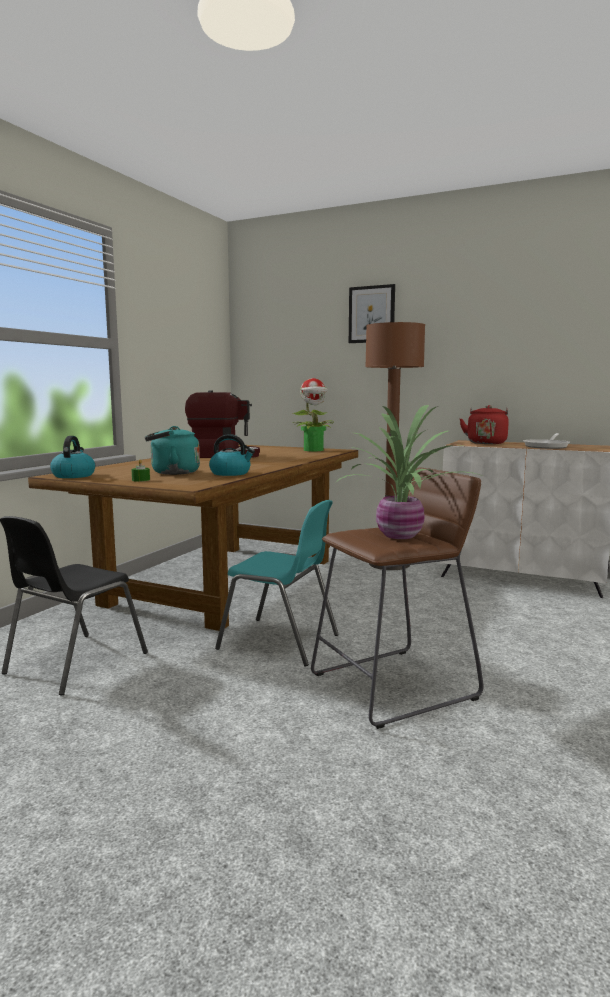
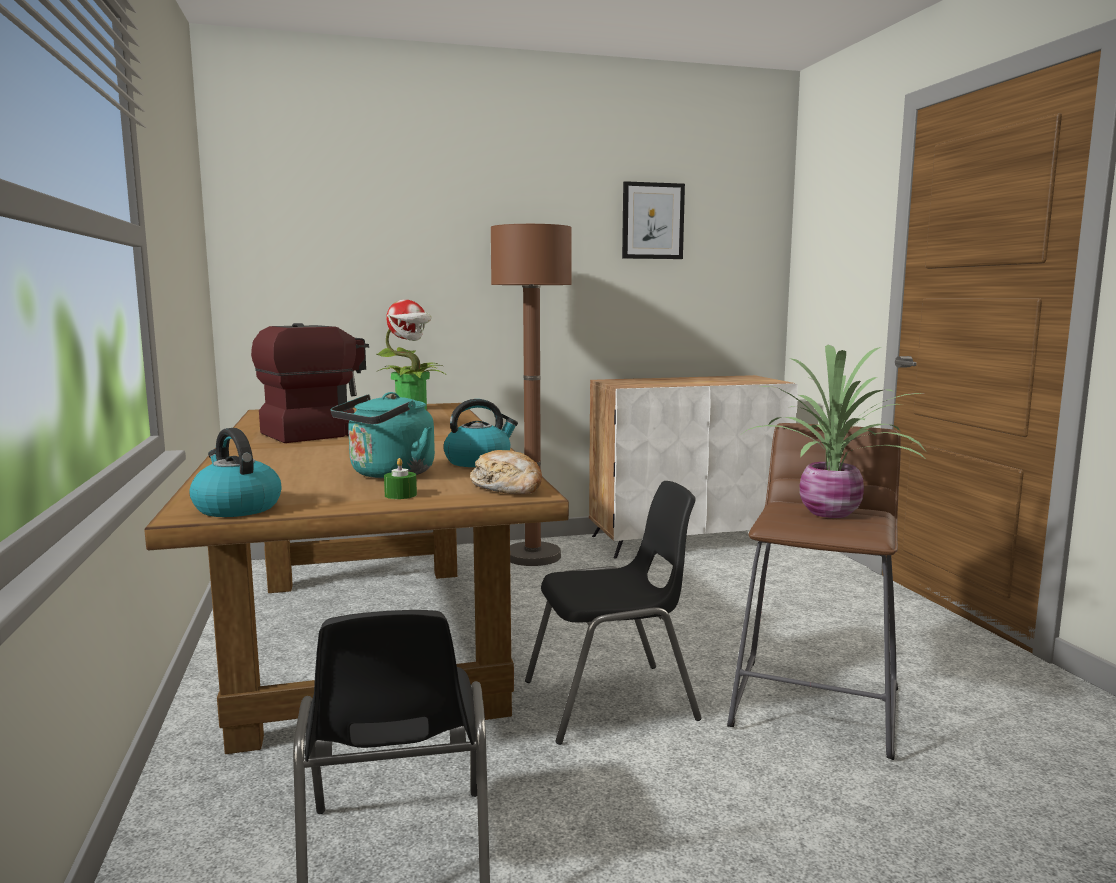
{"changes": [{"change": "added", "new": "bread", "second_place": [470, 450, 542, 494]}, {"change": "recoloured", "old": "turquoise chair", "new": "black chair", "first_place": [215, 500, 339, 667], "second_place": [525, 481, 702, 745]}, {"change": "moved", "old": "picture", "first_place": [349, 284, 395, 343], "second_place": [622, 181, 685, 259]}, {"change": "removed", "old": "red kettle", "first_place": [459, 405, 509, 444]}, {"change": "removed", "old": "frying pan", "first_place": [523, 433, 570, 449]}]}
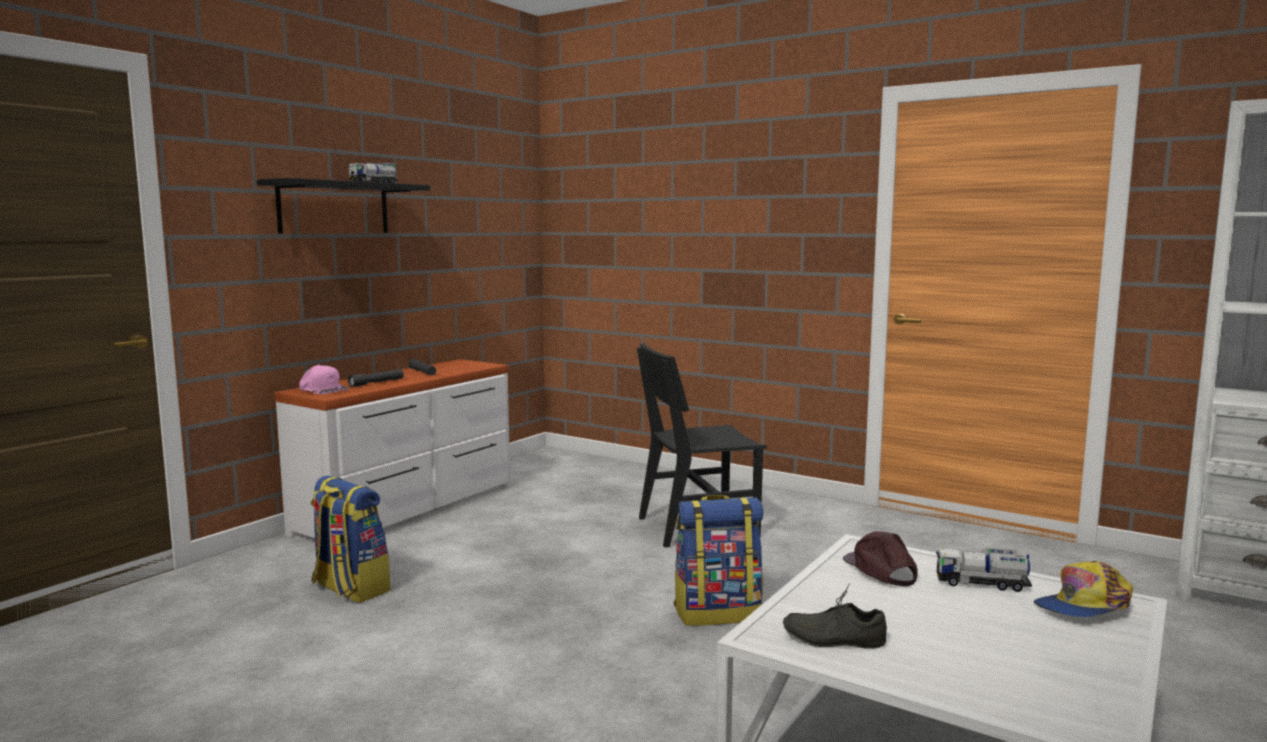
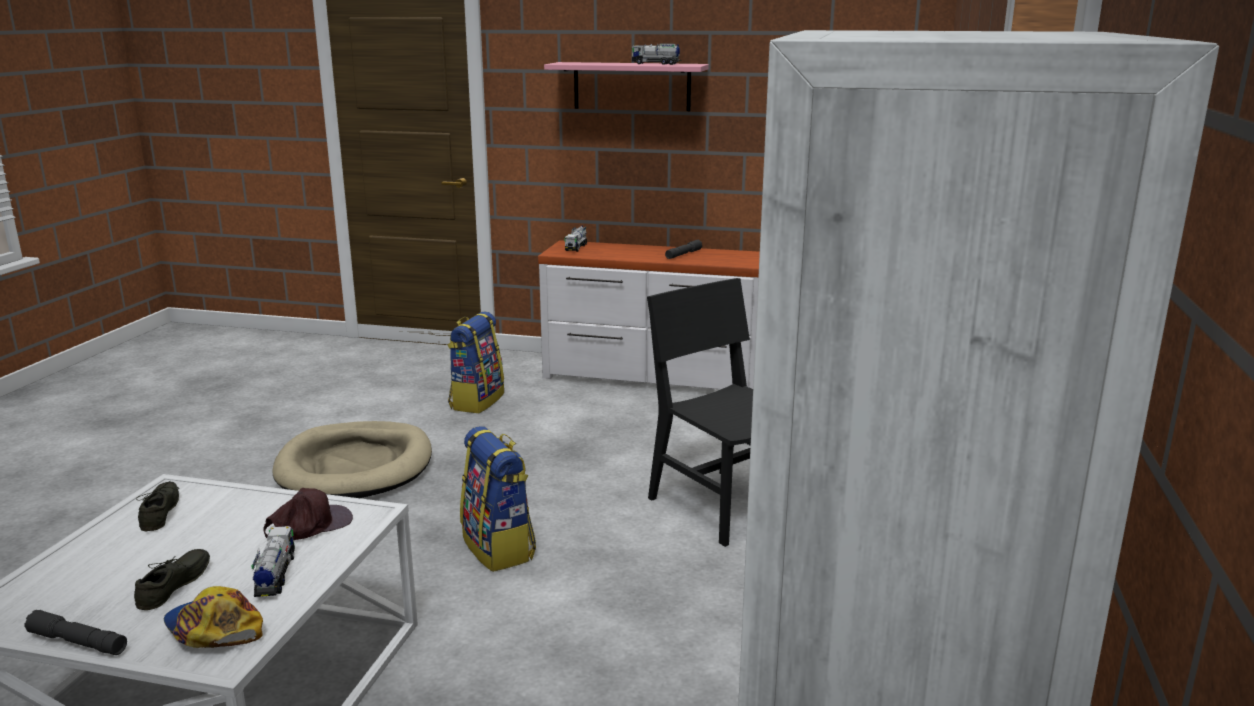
{"changes": [{"change": "moved", "old": "grey flashlight", "first_place": [348, 369, 404, 387], "second_place": [24, 610, 127, 655]}, {"change": "added", "new": "grey shoe", "second_place": [134, 549, 210, 610]}, {"change": "added", "new": "beige dog bed", "second_place": [272, 421, 432, 498]}, {"change": "recoloured", "old": "black shelf", "new": "pink shelf", "first_place": [257, 178, 430, 234], "second_place": [544, 62, 709, 111]}, {"change": "replaced", "old": "pink cap", "new": "toy truck", "first_place": [299, 365, 349, 394], "second_place": [565, 226, 587, 252]}]}
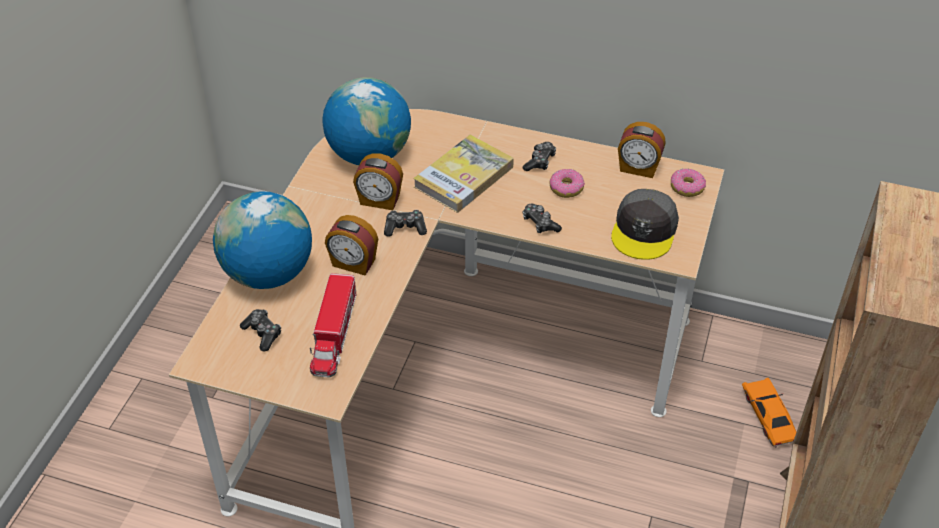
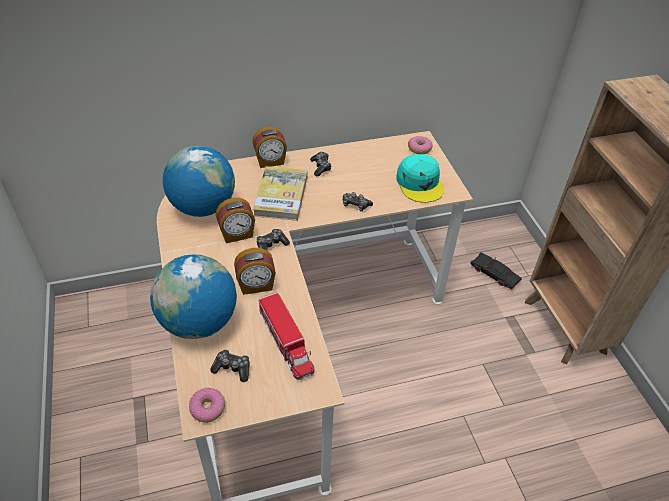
{"changes": [{"change": "moved", "old": "donut", "first_place": [549, 169, 585, 198], "second_place": [189, 388, 225, 423]}, {"change": "moved", "old": "alarm clock", "first_place": [618, 122, 666, 178], "second_place": [253, 127, 287, 168]}, {"change": "recoloured", "old": "grey cap", "new": "turquoise cap", "first_place": [611, 189, 679, 260], "second_place": [396, 154, 444, 203]}, {"change": "recoloured", "old": "orange toy car", "new": "black toy car", "first_place": [742, 378, 796, 447], "second_place": [470, 252, 522, 289]}]}
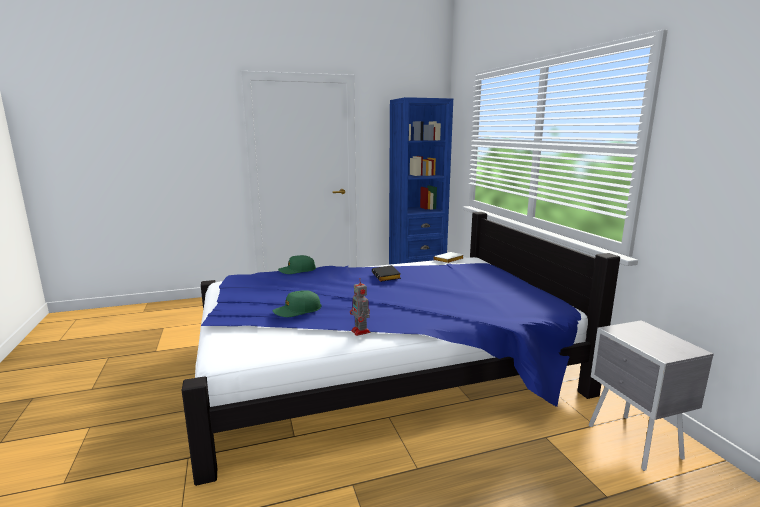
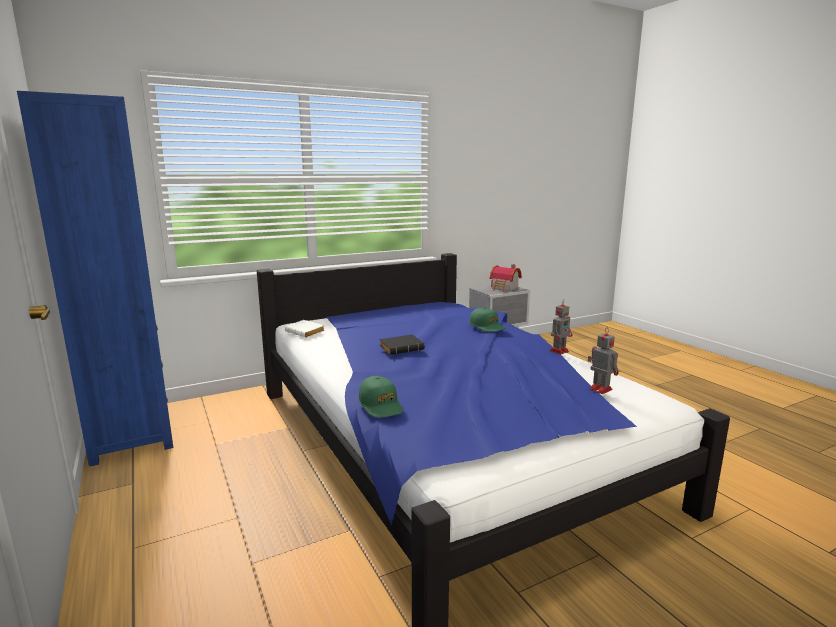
{"changes": [{"change": "moved", "old": "green cap", "first_place": [273, 290, 321, 317], "second_place": [469, 308, 506, 332]}, {"change": "added", "new": "toy house", "second_place": [490, 264, 522, 292]}, {"change": "added", "new": "toy robot", "second_place": [588, 329, 619, 394]}]}
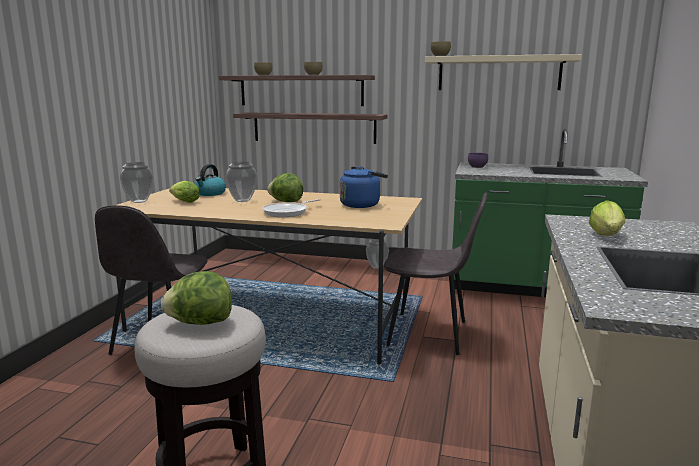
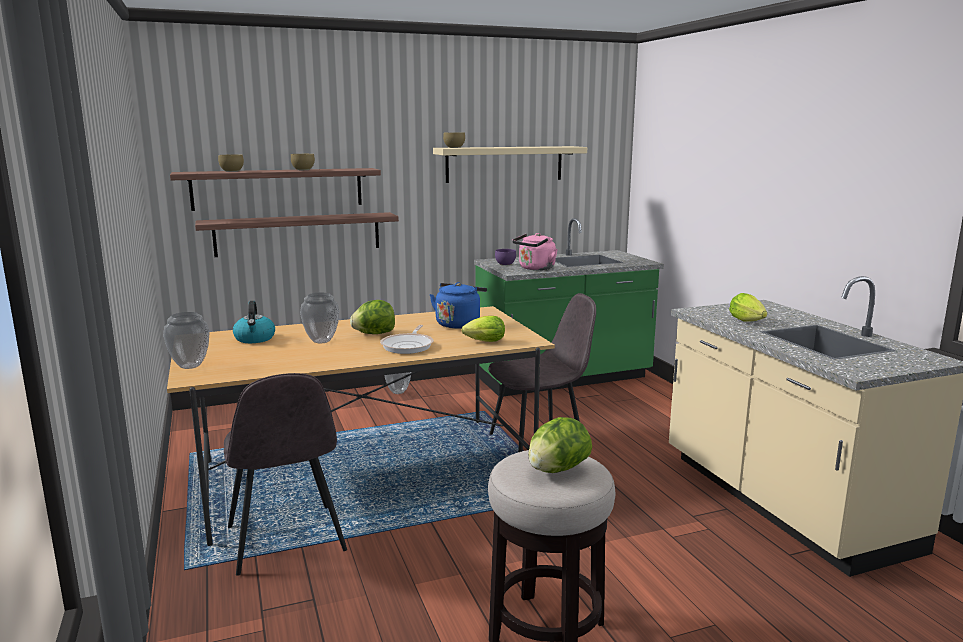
{"changes": [{"change": "moved", "old": "lettuce", "first_place": [169, 181, 200, 203], "second_place": [462, 316, 505, 342]}, {"change": "added", "new": "pink kettle", "second_place": [512, 233, 558, 270]}]}
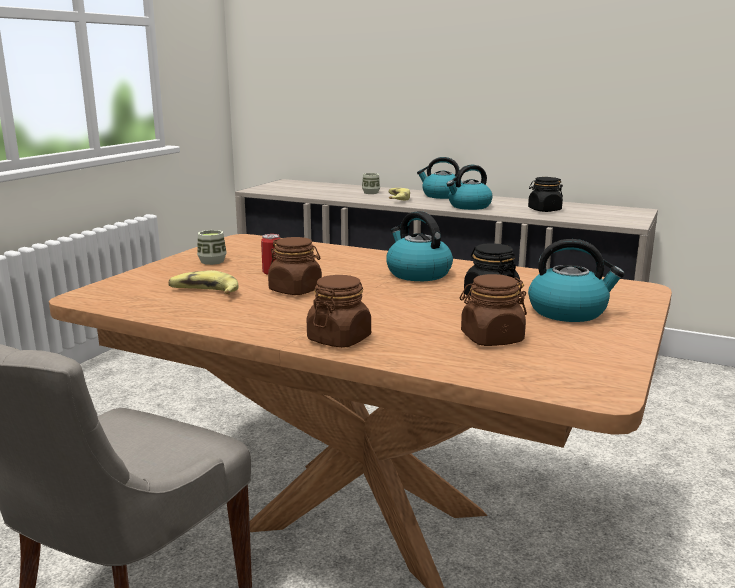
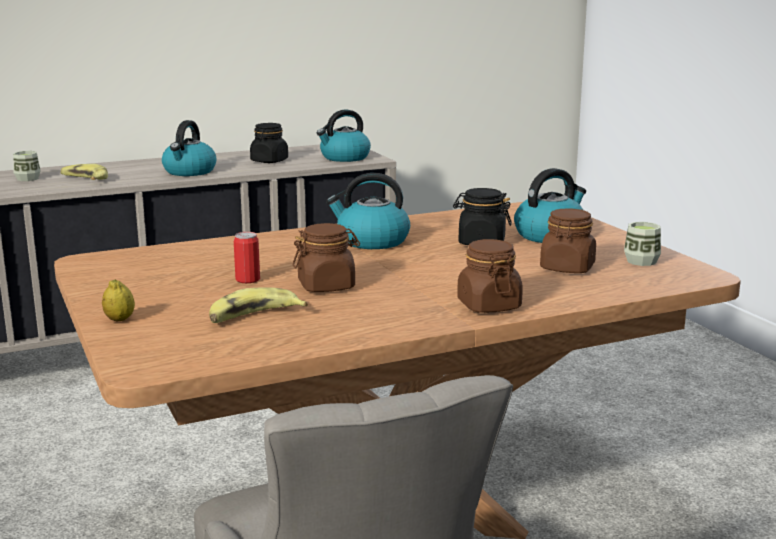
{"changes": [{"change": "added", "new": "lemon", "second_place": [102, 279, 135, 321]}, {"change": "moved", "old": "kettle", "first_place": [417, 157, 460, 199], "second_place": [317, 110, 371, 162]}, {"change": "moved", "old": "cup", "first_place": [197, 230, 226, 265], "second_place": [624, 222, 661, 266]}]}
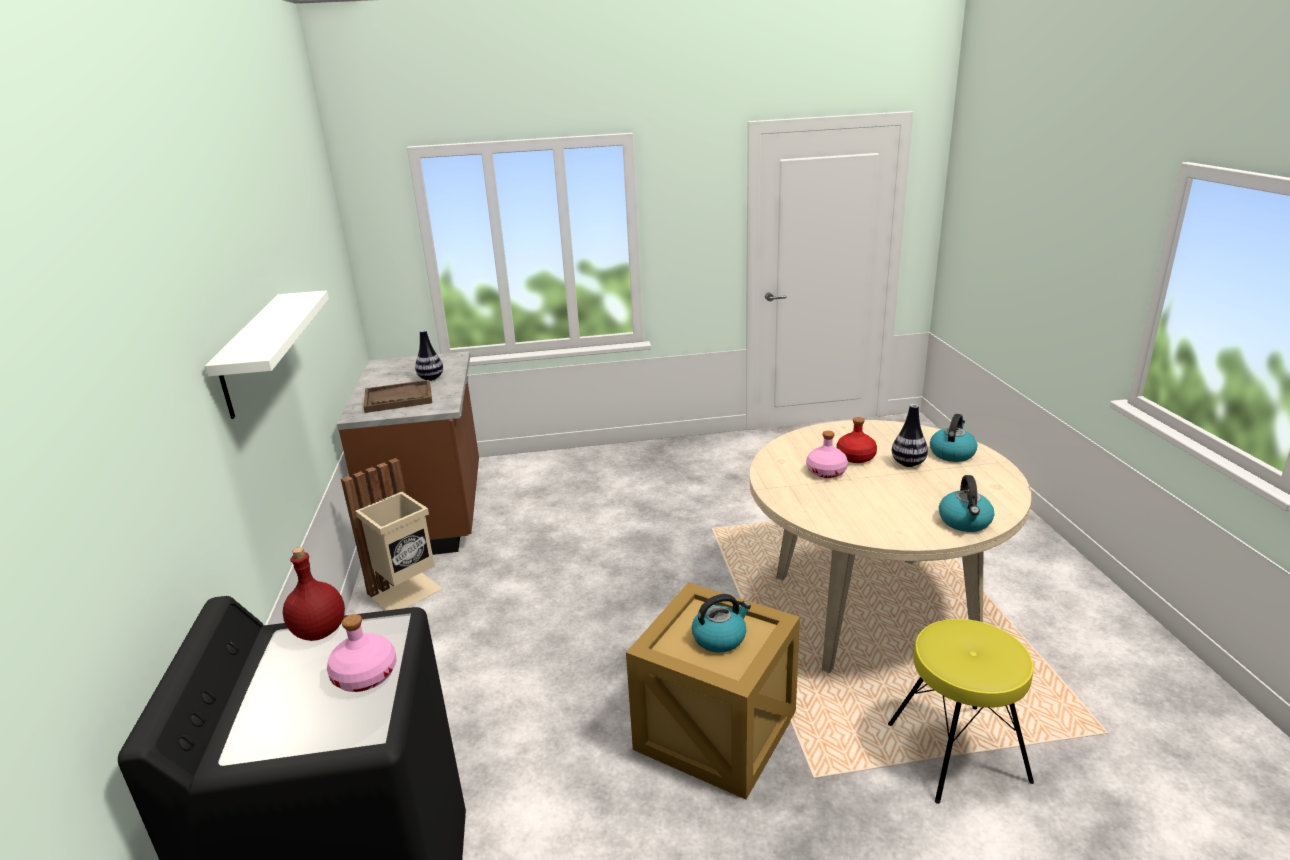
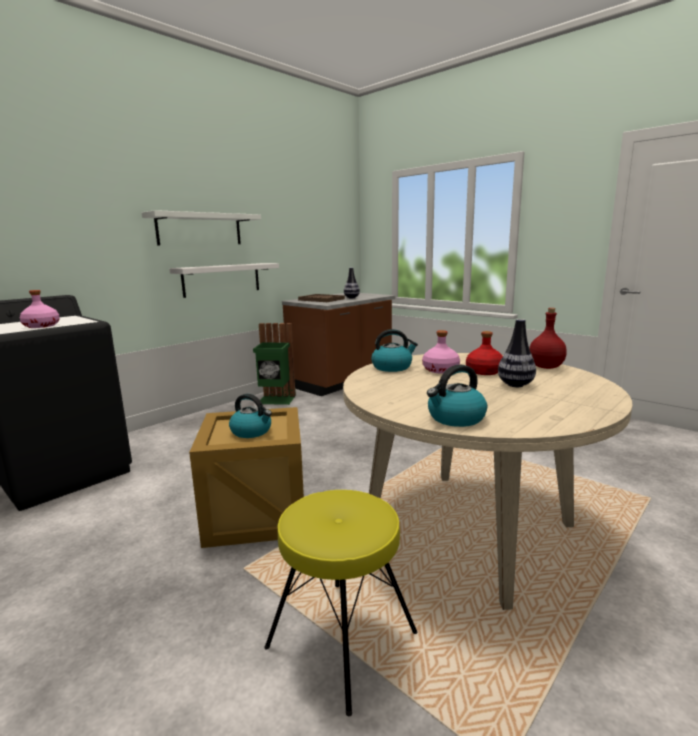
{"changes": [{"change": "added", "new": "white shelf", "second_place": [169, 263, 279, 298]}, {"change": "recoloured", "old": "beige trash can", "new": "green trash can", "first_place": [341, 458, 443, 611], "second_place": [253, 323, 296, 405]}, {"change": "moved", "old": "kettle", "first_place": [930, 414, 977, 462], "second_place": [371, 329, 418, 372]}, {"change": "moved", "old": "red bottle", "first_place": [283, 547, 345, 641], "second_place": [529, 308, 567, 369]}]}
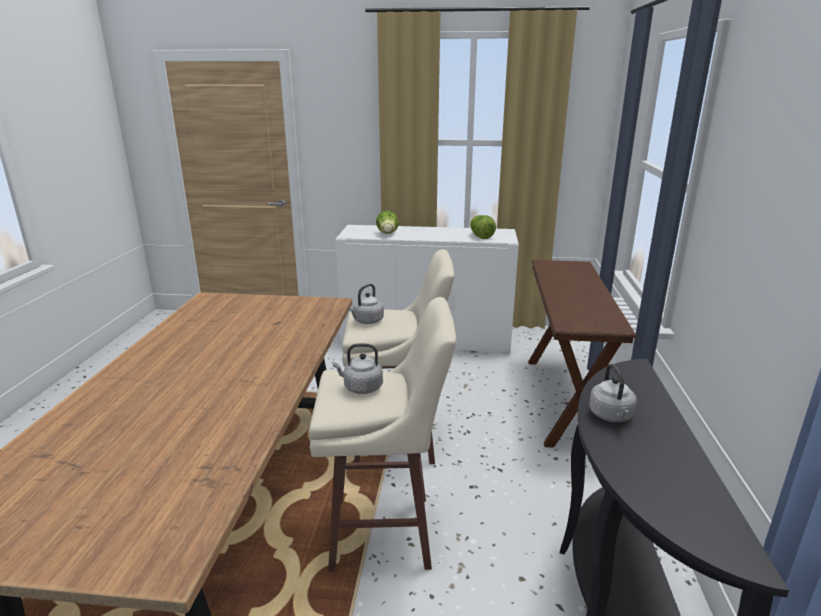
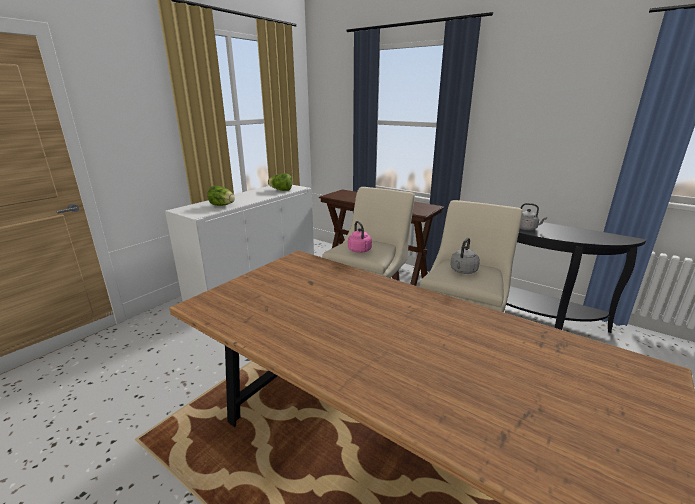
{"changes": [{"change": "recoloured", "old": "grey kettle", "new": "pink kettle", "first_place": [348, 284, 384, 324], "second_place": [348, 221, 372, 253]}]}
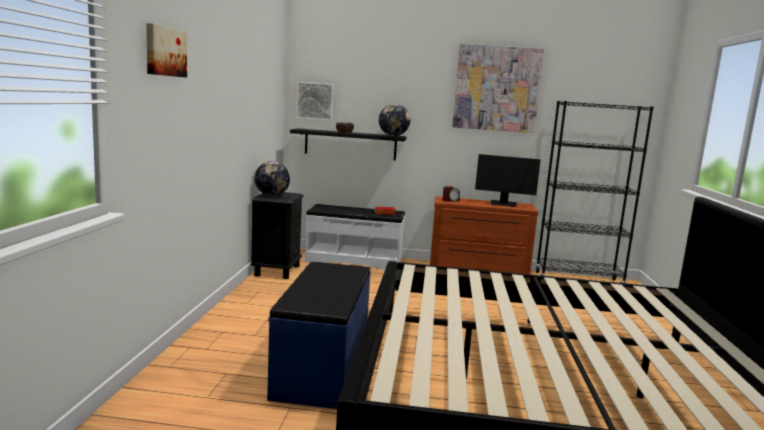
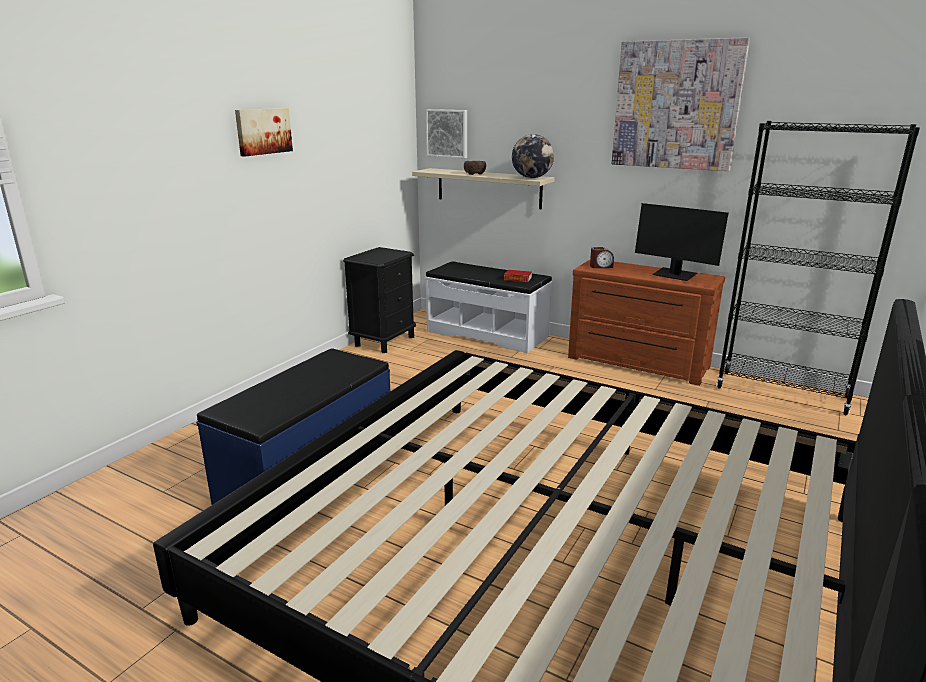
{"changes": [{"change": "moved", "old": "picture", "first_place": [146, 23, 187, 77], "second_place": [235, 108, 293, 157]}, {"change": "recoloured", "old": "black shelf", "new": "beige shelf", "first_place": [290, 128, 407, 160], "second_place": [412, 168, 554, 209]}, {"change": "removed", "old": "globe", "first_place": [255, 161, 290, 196]}]}
